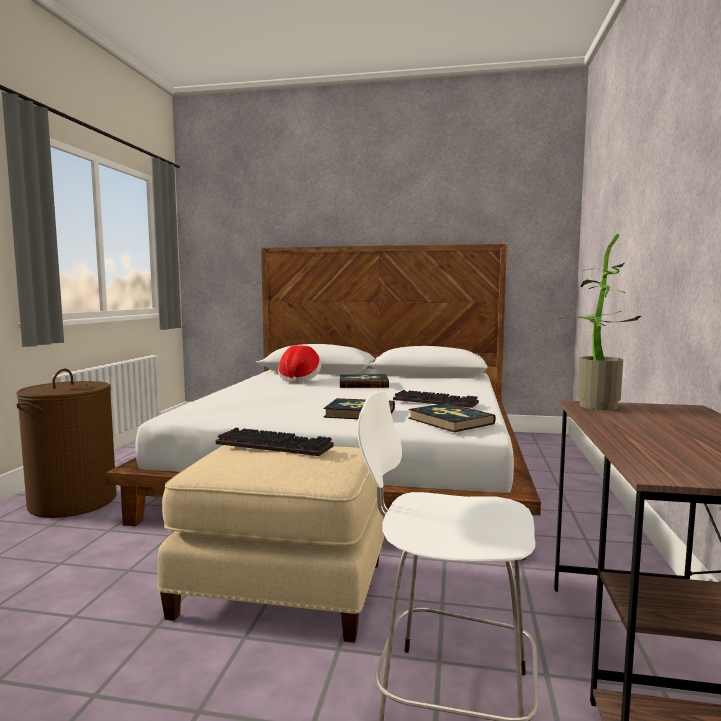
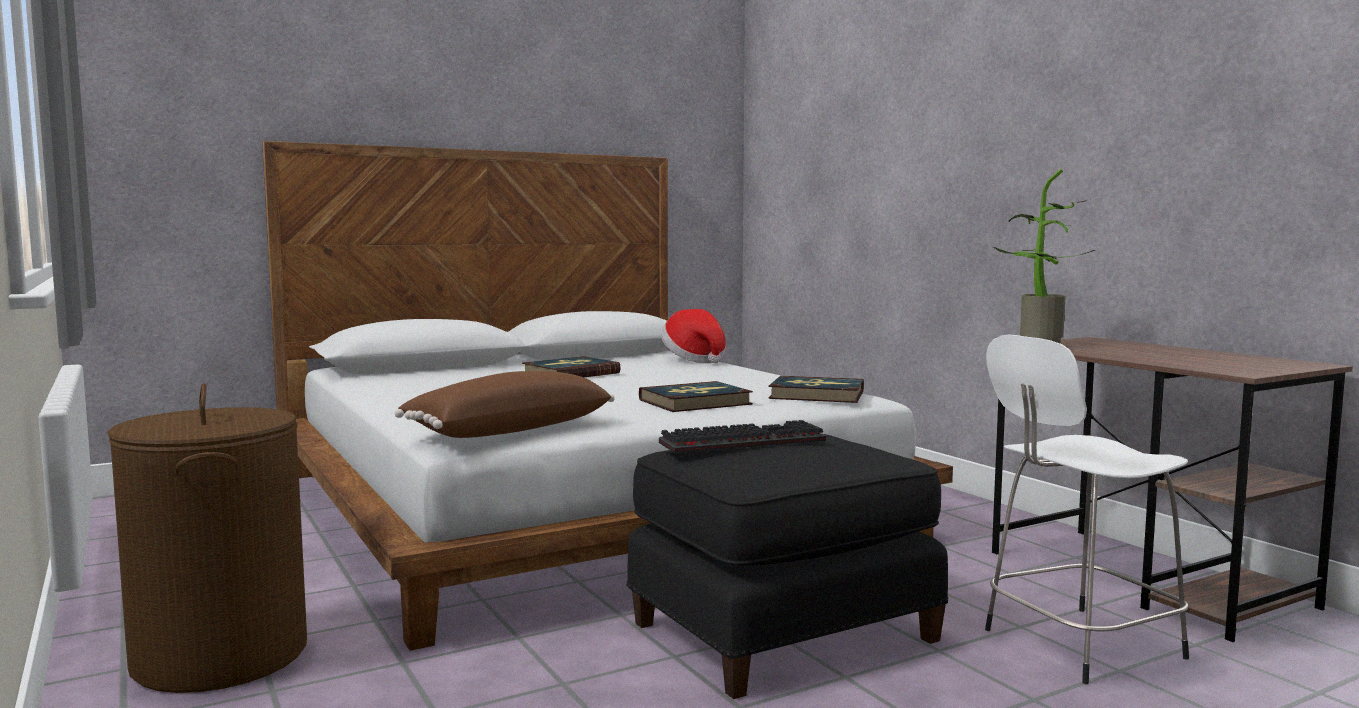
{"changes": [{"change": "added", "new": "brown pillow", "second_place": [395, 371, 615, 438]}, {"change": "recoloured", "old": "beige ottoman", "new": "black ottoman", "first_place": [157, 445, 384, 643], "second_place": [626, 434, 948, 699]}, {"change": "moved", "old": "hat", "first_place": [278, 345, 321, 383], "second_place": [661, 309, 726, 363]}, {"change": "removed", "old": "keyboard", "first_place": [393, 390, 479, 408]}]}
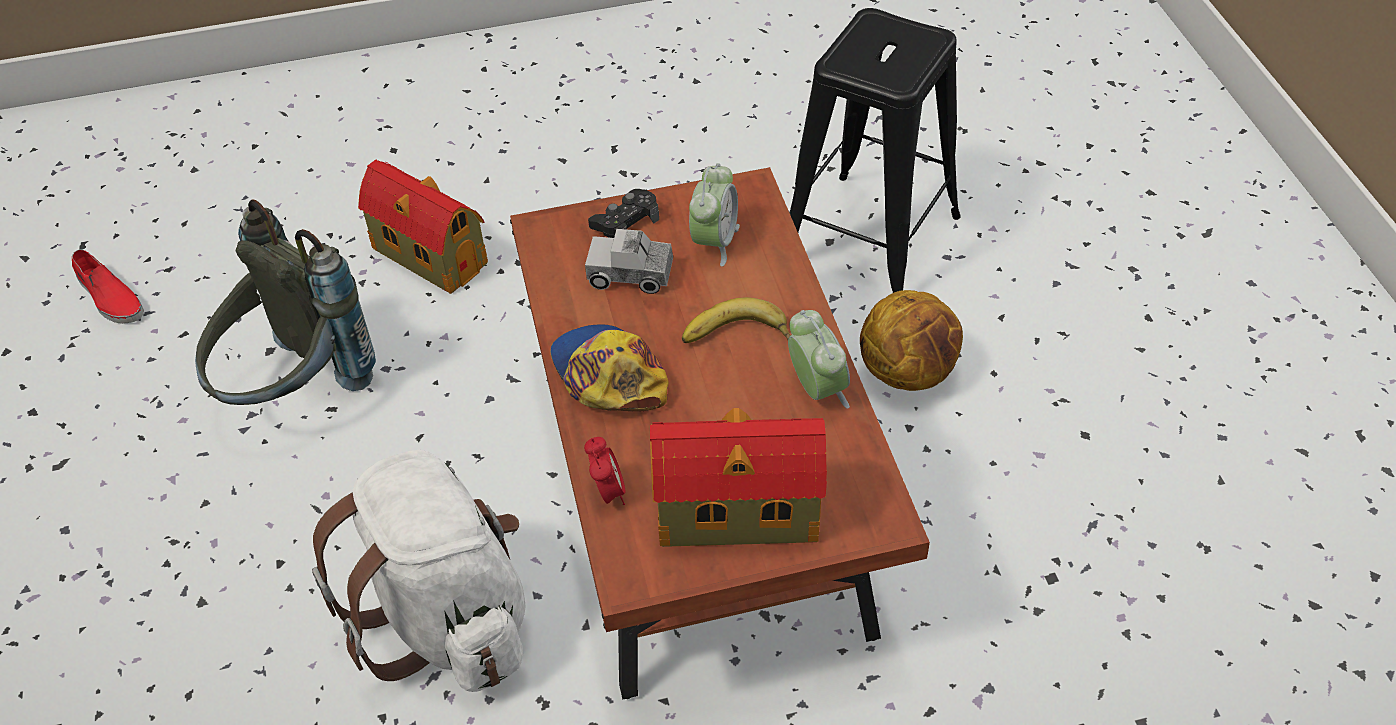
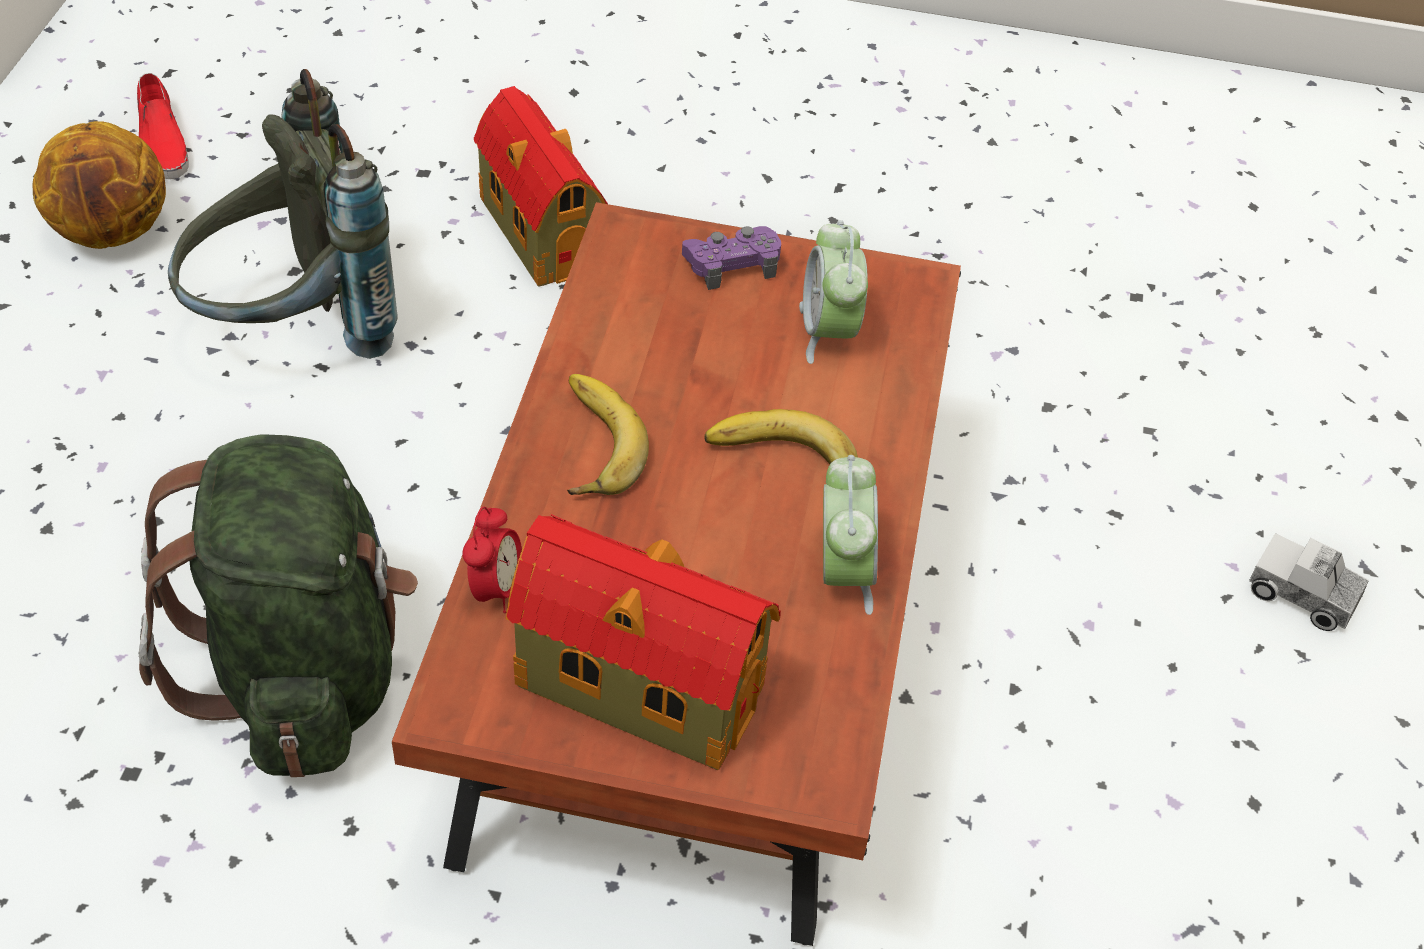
{"changes": [{"change": "moved", "old": "basketball", "first_place": [860, 290, 963, 391], "second_place": [33, 121, 166, 249]}, {"change": "recoloured", "old": "white backpack", "new": "green backpack", "first_place": [312, 450, 526, 692], "second_place": [139, 434, 418, 777]}, {"change": "replaced", "old": "cap", "new": "banana", "first_place": [550, 325, 669, 411], "second_place": [567, 374, 649, 495]}, {"change": "recoloured", "old": "black game controller", "new": "purple game controller", "first_place": [588, 189, 659, 238], "second_place": [682, 226, 781, 290]}, {"change": "turned", "old": "alarm clock", "first_place": [689, 163, 740, 266], "second_place": [799, 220, 868, 364], "degrees": 135}, {"change": "moved", "old": "toy truck", "first_place": [585, 229, 673, 294], "second_place": [1249, 533, 1369, 631]}, {"change": "removed", "old": "black stool", "first_place": [790, 8, 961, 293]}]}
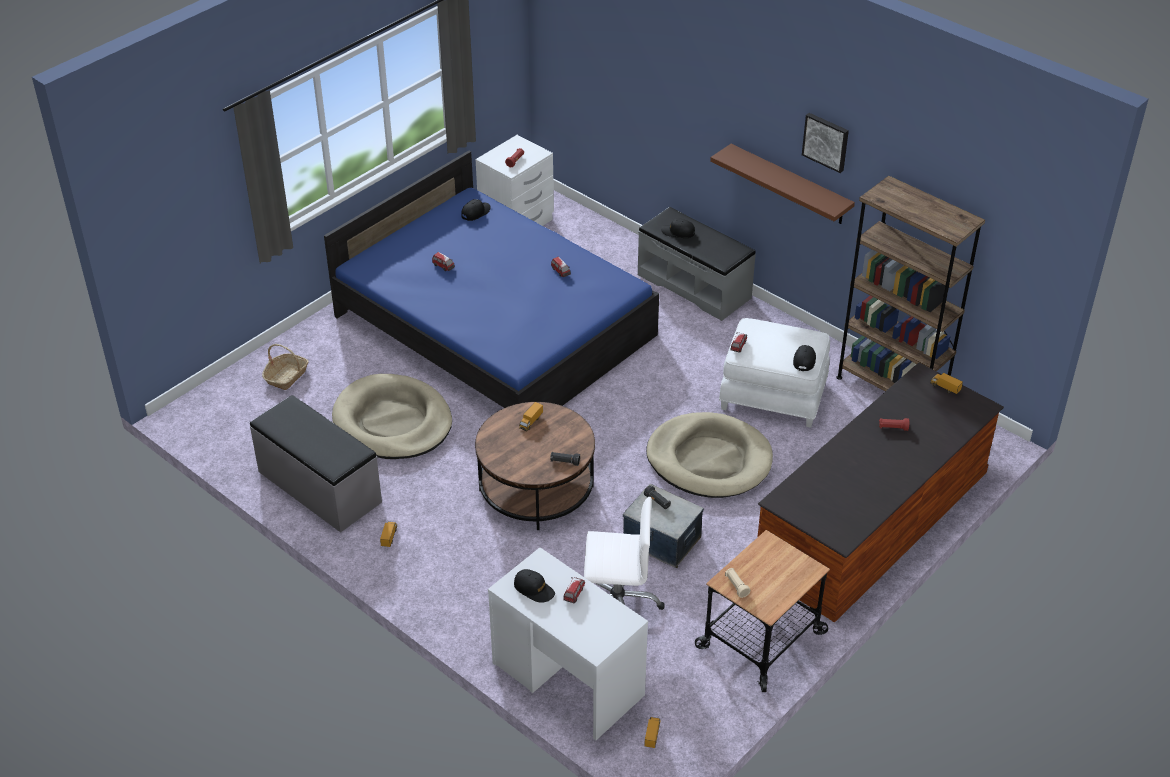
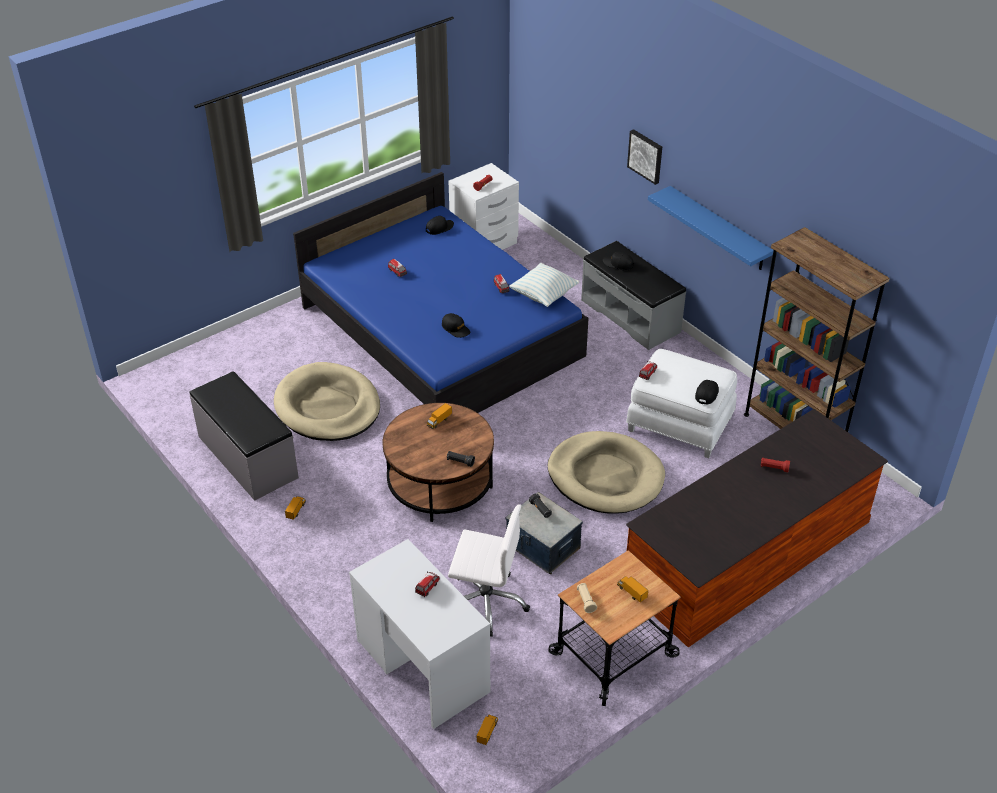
{"changes": [{"change": "moved", "old": "black cap", "first_place": [514, 569, 555, 603], "second_place": [442, 313, 471, 338]}, {"change": "added", "new": "pillow", "second_place": [509, 263, 579, 307]}, {"change": "moved", "old": "toy truck", "first_place": [930, 372, 963, 394], "second_place": [617, 576, 648, 603]}, {"change": "moved", "old": "picture", "first_place": [802, 113, 849, 173], "second_place": [627, 129, 662, 185]}, {"change": "recoloured", "old": "brown shelf", "new": "blue shelf", "first_place": [710, 144, 855, 224], "second_place": [648, 186, 774, 270]}, {"change": "removed", "old": "basket", "first_place": [262, 344, 309, 390]}]}
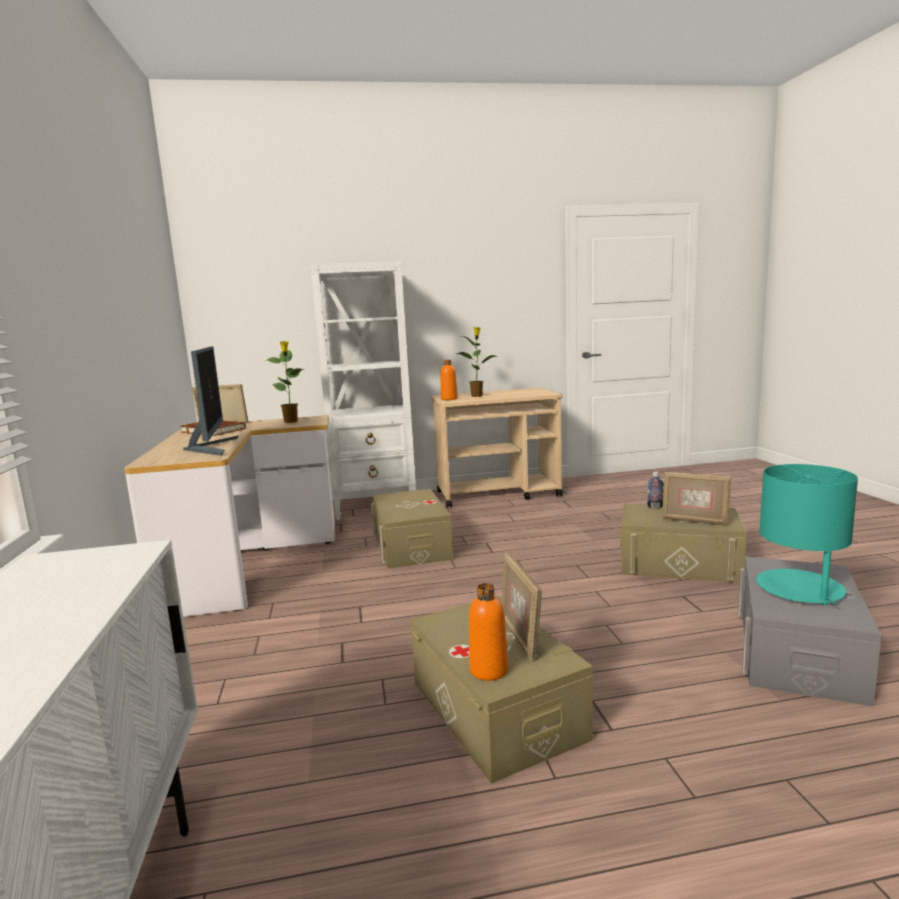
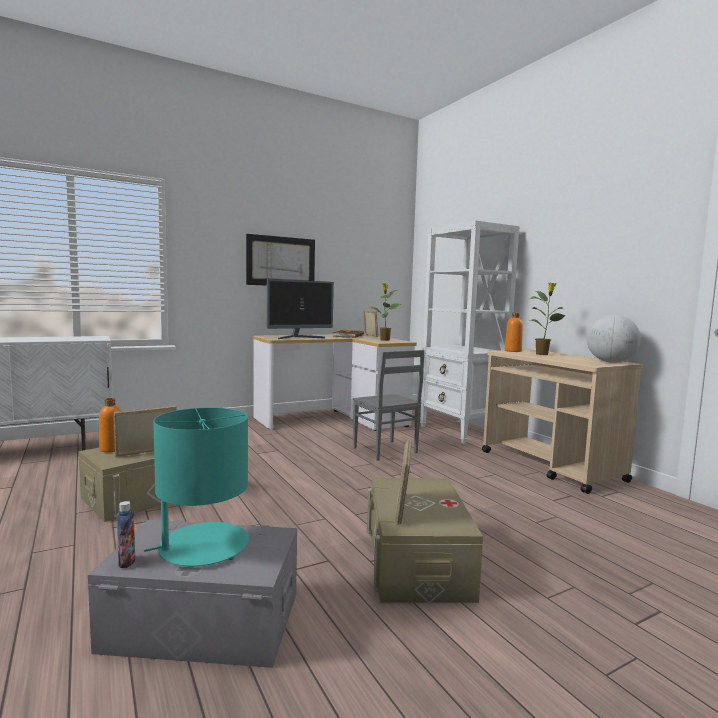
{"changes": [{"change": "moved", "old": "bottle", "first_place": [647, 472, 664, 508], "second_place": [117, 501, 135, 568]}, {"change": "added", "new": "picture", "second_place": [246, 234, 315, 286]}, {"change": "replaced", "old": "beige storage box", "new": "grey chair", "first_place": [371, 489, 453, 569], "second_place": [353, 350, 425, 461]}, {"change": "added", "new": "globe", "second_place": [587, 315, 641, 363]}]}
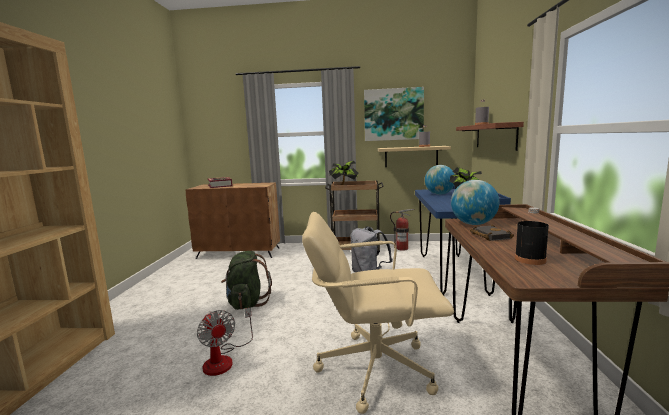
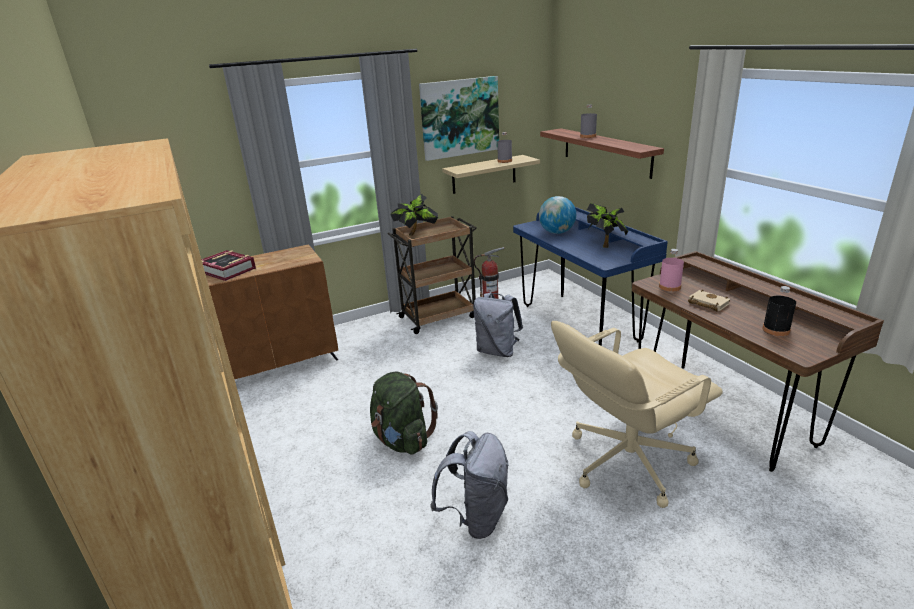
{"changes": [{"change": "replaced", "old": "fan", "new": "grey backpack", "first_place": [197, 307, 253, 376], "second_place": [430, 431, 509, 539]}, {"change": "replaced", "old": "globe", "new": "pink bottle", "first_place": [451, 180, 500, 225], "second_place": [659, 249, 684, 292]}, {"change": "recoloured", "old": "black book", "new": "beige book", "first_place": [470, 225, 514, 241], "second_place": [688, 289, 730, 311]}]}
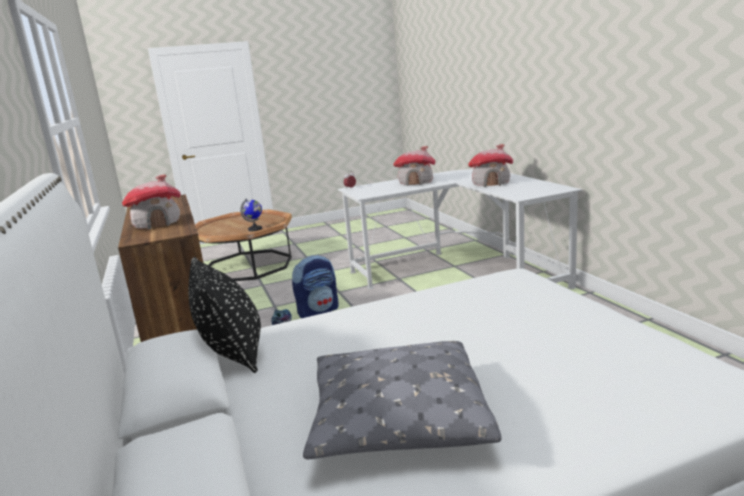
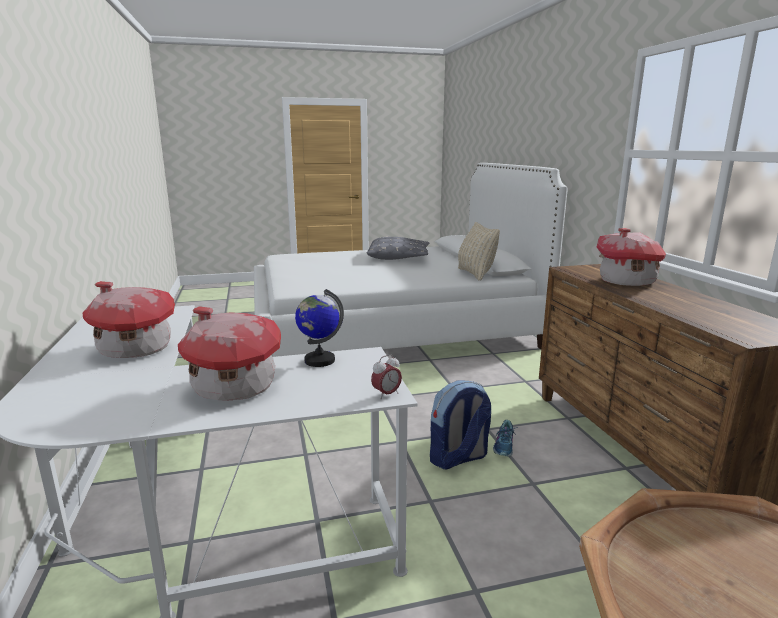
{"changes": [{"change": "moved", "old": "globe", "first_place": [240, 199, 262, 231], "second_place": [295, 289, 344, 367]}, {"change": "recoloured", "old": "black pillow", "new": "beige pillow", "first_place": [188, 257, 261, 373], "second_place": [458, 222, 500, 281]}]}
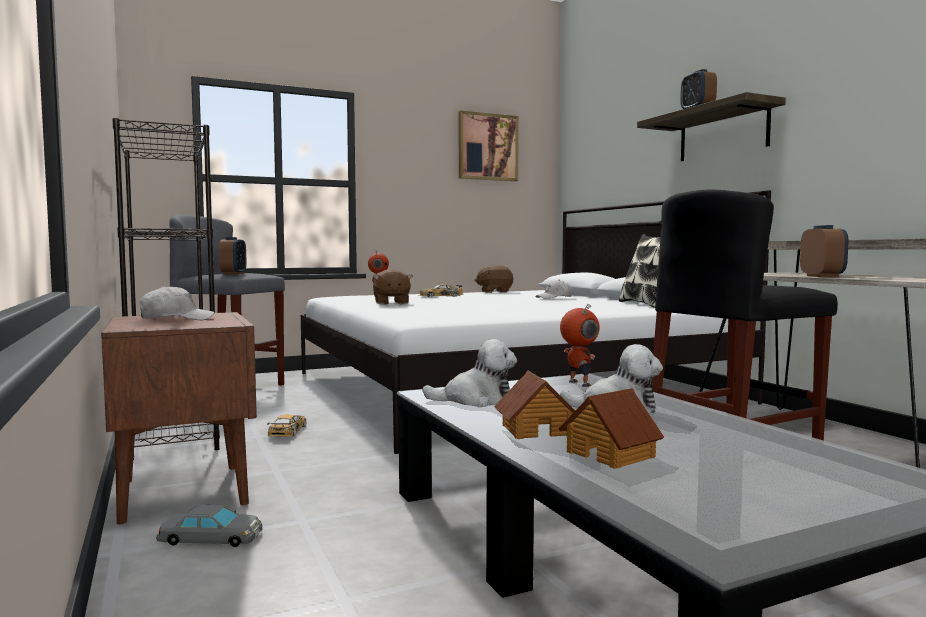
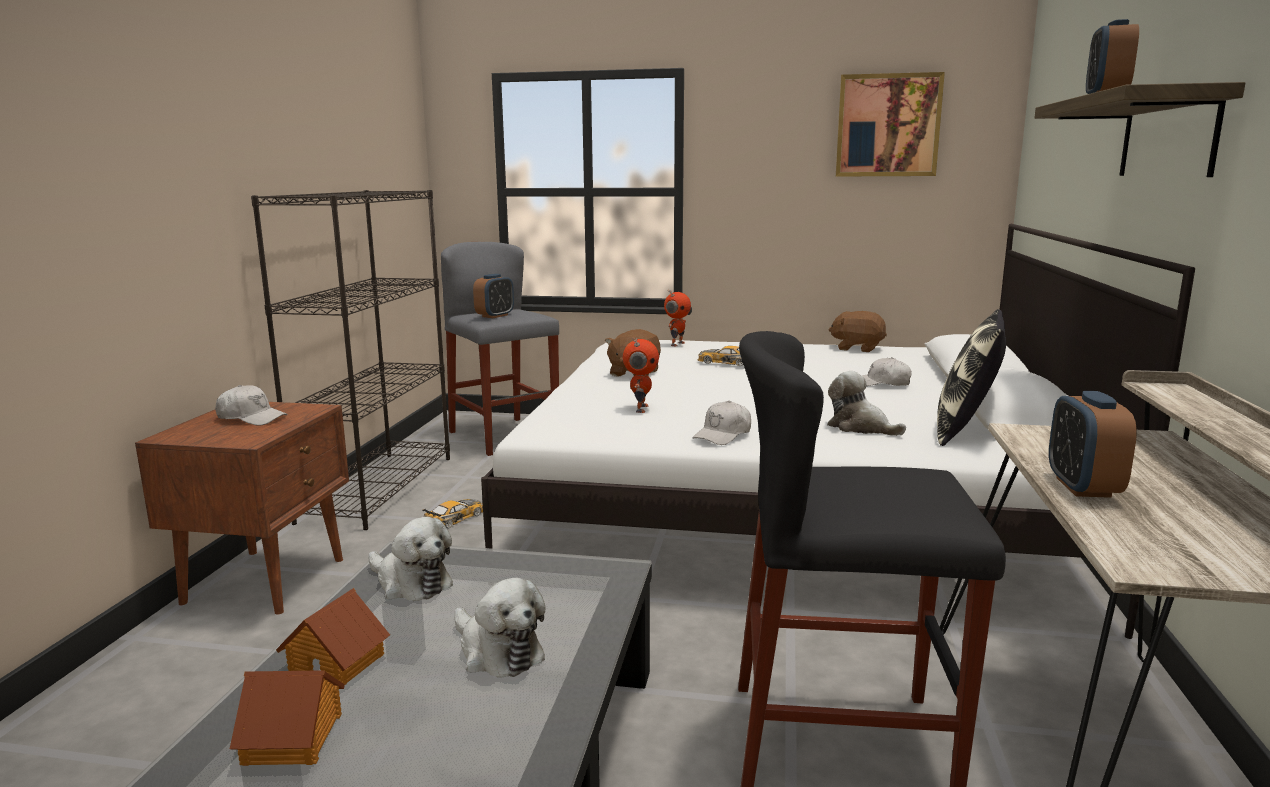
{"changes": [{"change": "moved", "old": "toy robot", "first_place": [560, 303, 600, 387], "second_place": [623, 338, 659, 413]}, {"change": "added", "new": "white cap", "second_place": [692, 401, 751, 445]}, {"change": "added", "new": "plush toy", "second_place": [827, 371, 906, 436]}, {"change": "turned", "old": "alarm clock", "first_place": [800, 225, 848, 277], "second_place": [1049, 391, 1137, 498], "degrees": 150}, {"change": "removed", "old": "grey toy car", "first_place": [156, 505, 262, 547]}]}
